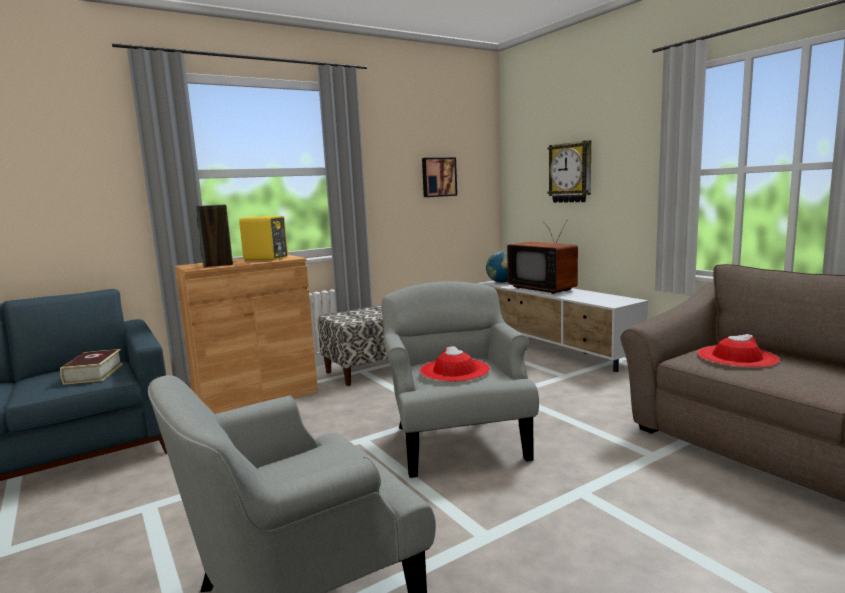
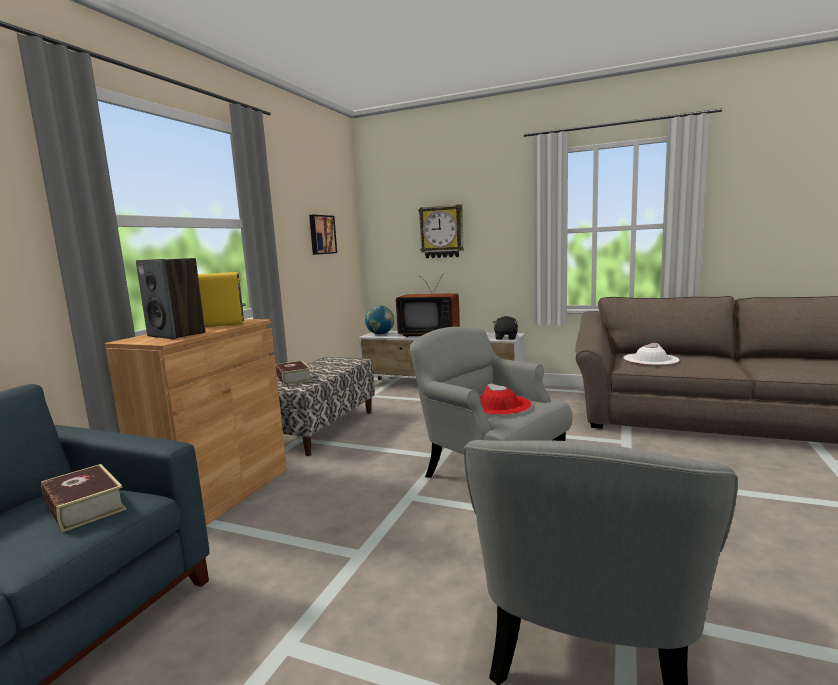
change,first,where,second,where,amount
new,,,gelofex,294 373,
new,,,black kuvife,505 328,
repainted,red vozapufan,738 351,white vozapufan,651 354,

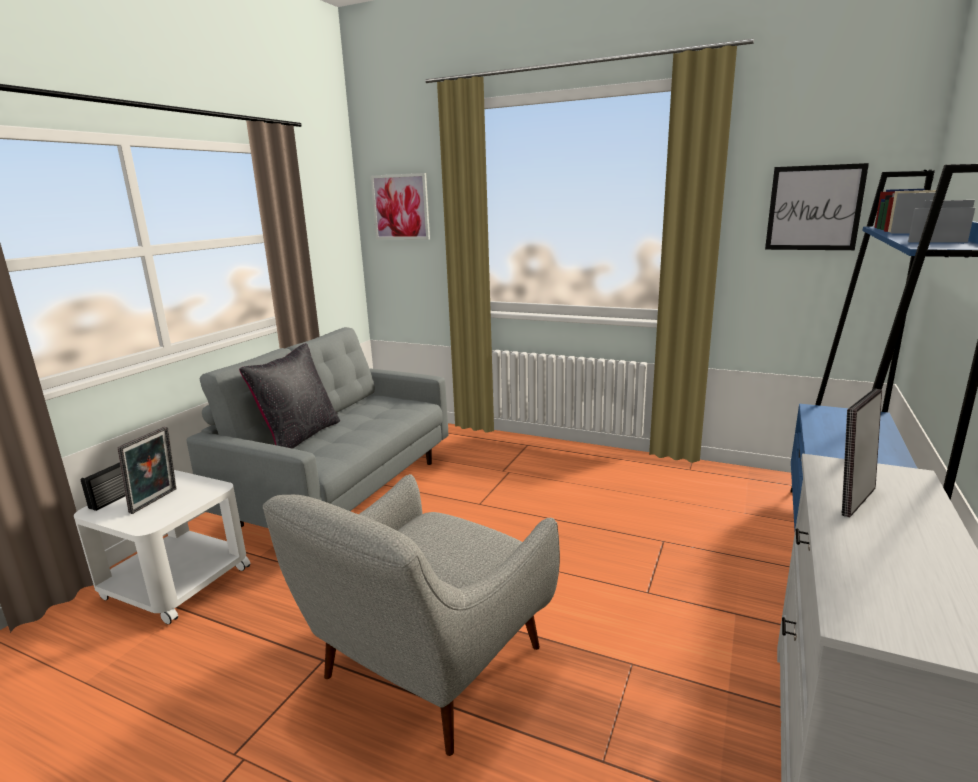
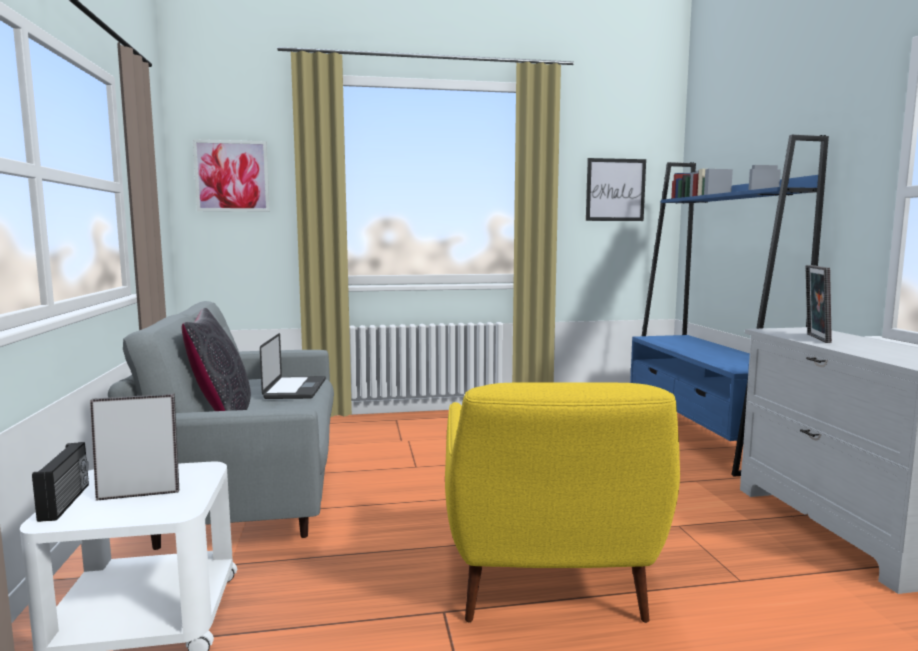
change,first,where,second,where,amount
rotated,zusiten,146 470,,134 447,90 degrees counterclockwise
new,,,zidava,293 366,
repainted,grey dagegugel,411 615,yellow dagegugel,562 502,

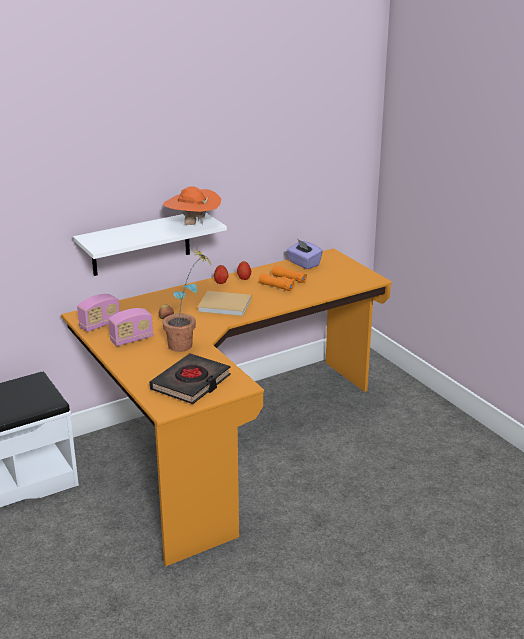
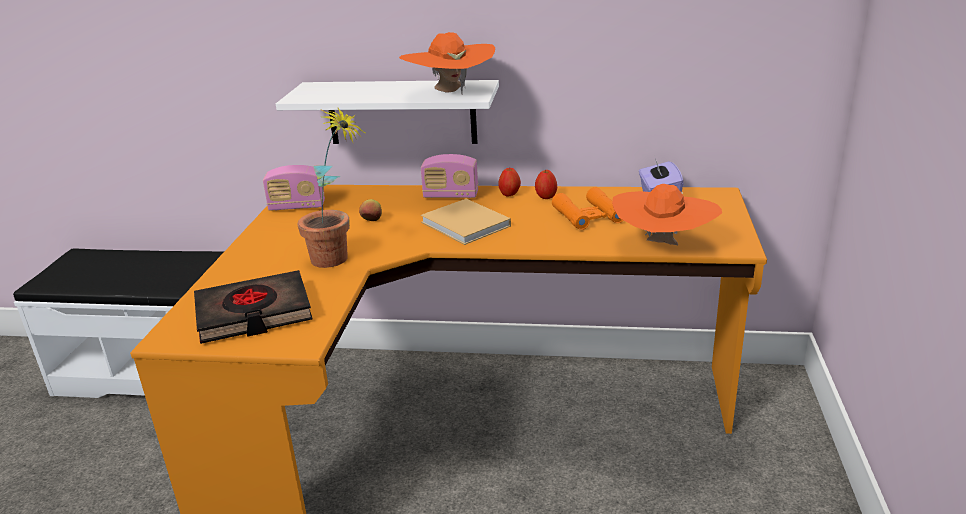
change,first,where,second,where,amount
shifted,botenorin,131 327,,449 176,
new,,,orange vozapufan,667 214,

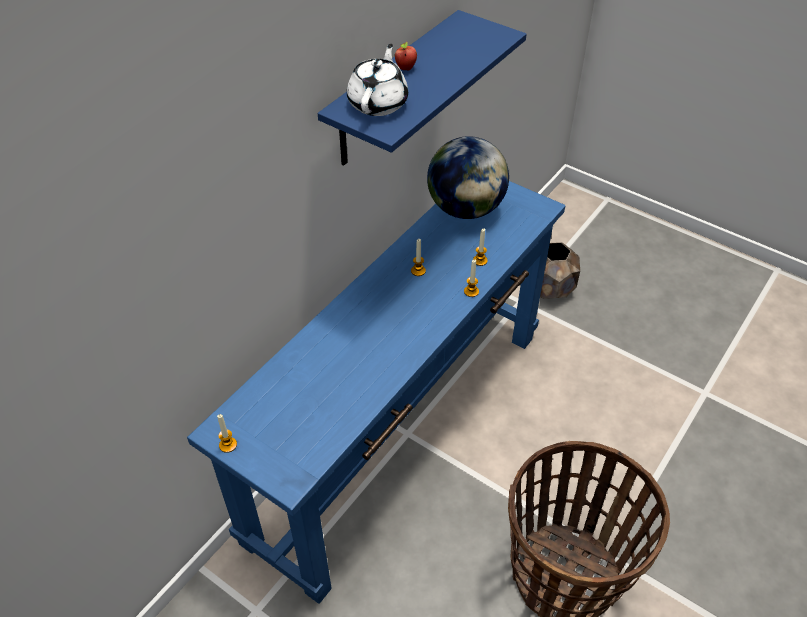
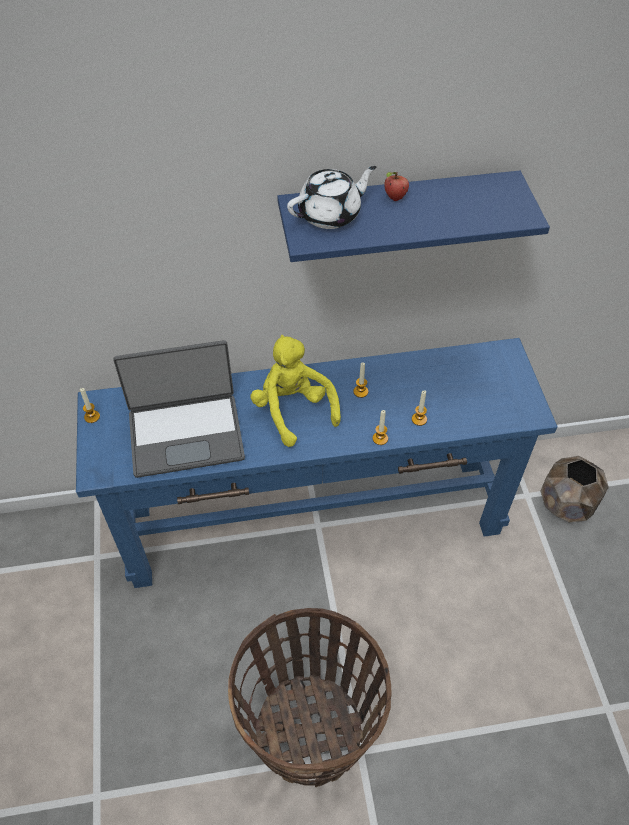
change,first,where,second,where,amount
new,,,zidava,179 409,
new,,,yellow kuvife,295 391,
gone,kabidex,468 177,,,

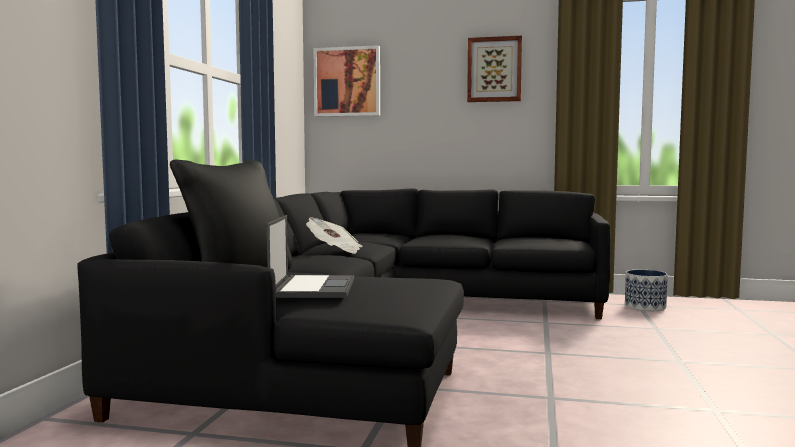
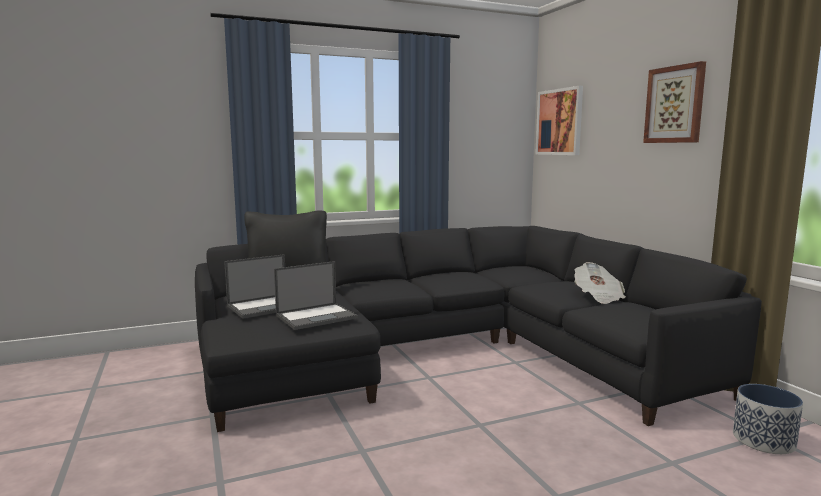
change,first,where,second,where,amount
new,,,zidava,316 295,
shifted,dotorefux,334 235,,600 283,

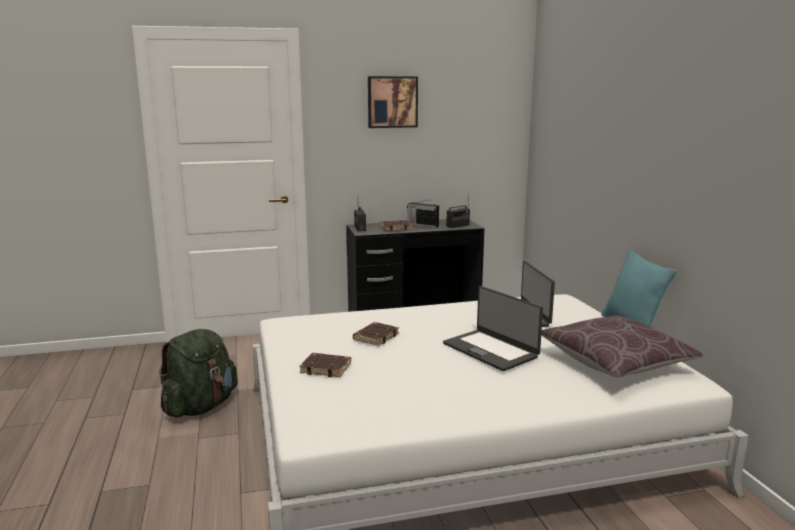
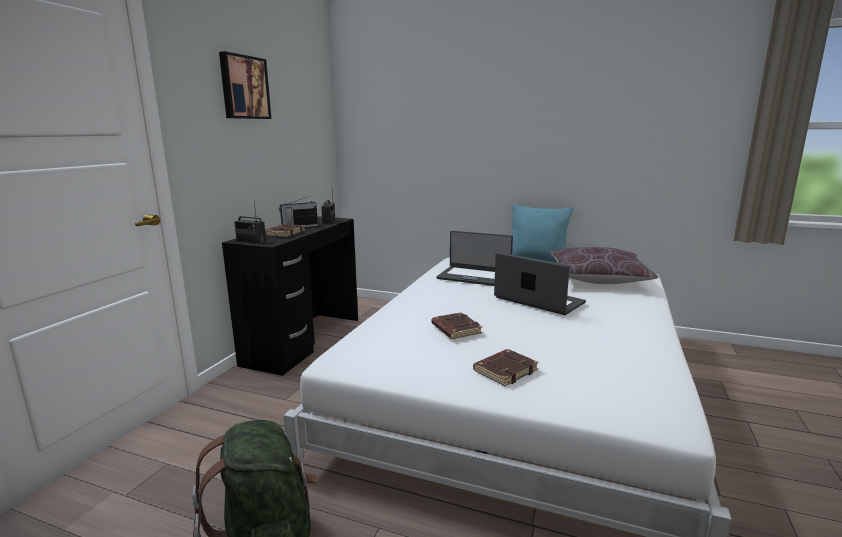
change,first,where,second,where,amount
rotated,zidava,493 328,,540 283,135 degrees counterclockwise

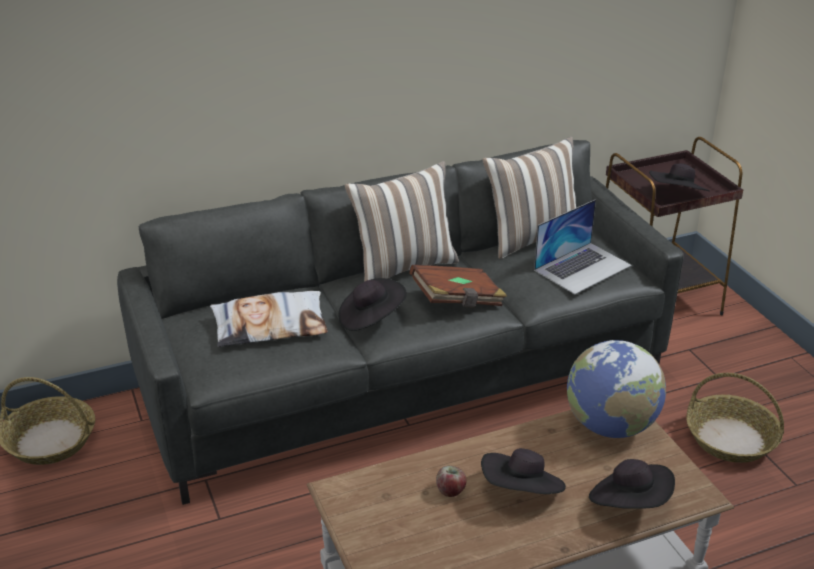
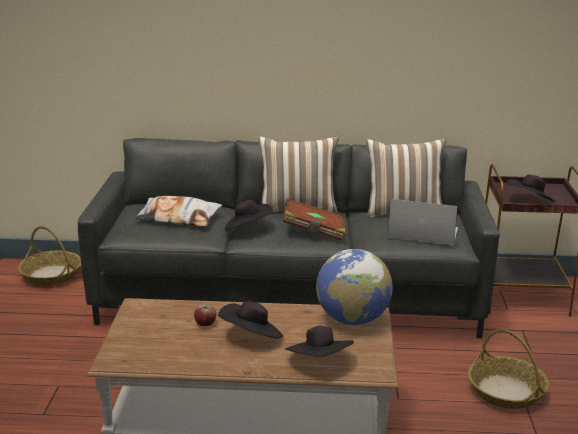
change,first,where,second,where,amount
rotated,zidava,583 246,,423 222,150 degrees counterclockwise

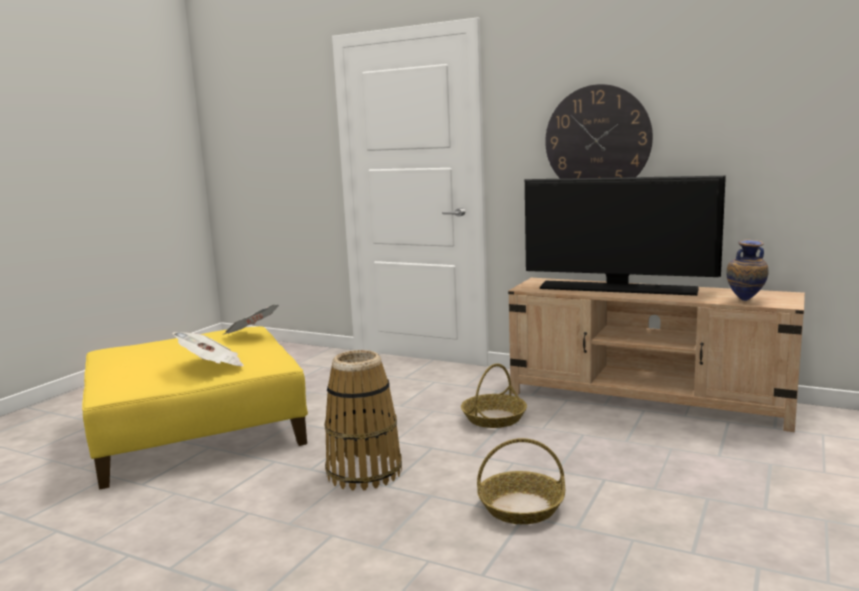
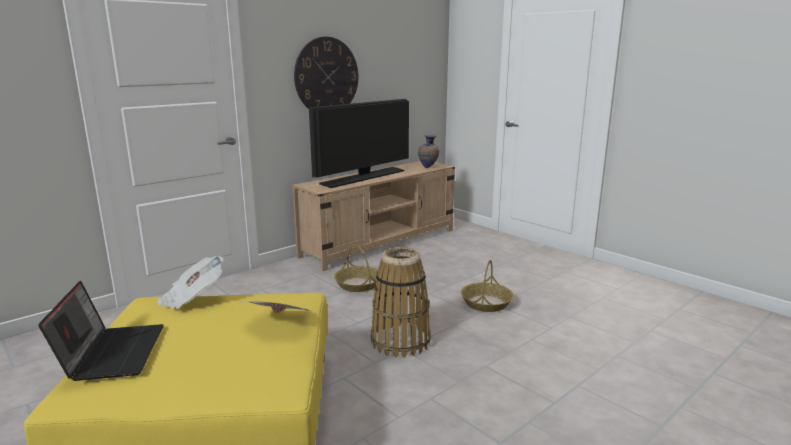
change,first,where,second,where,amount
new,,,zidava,101 331,

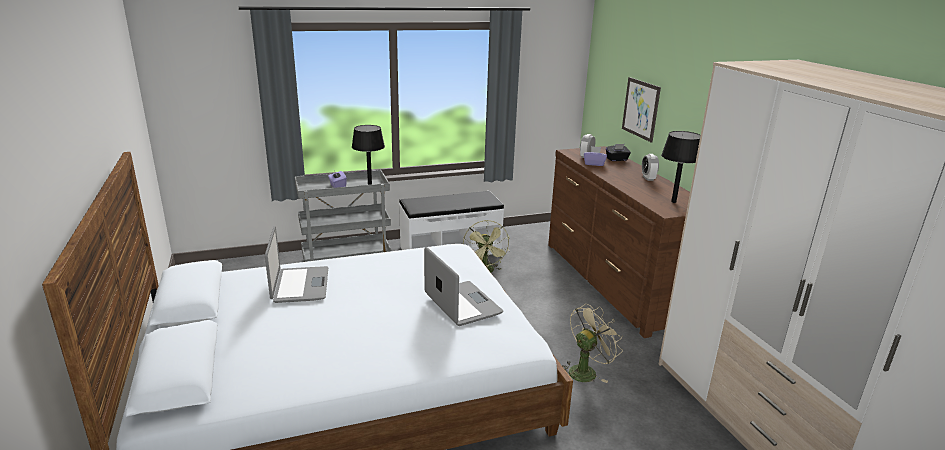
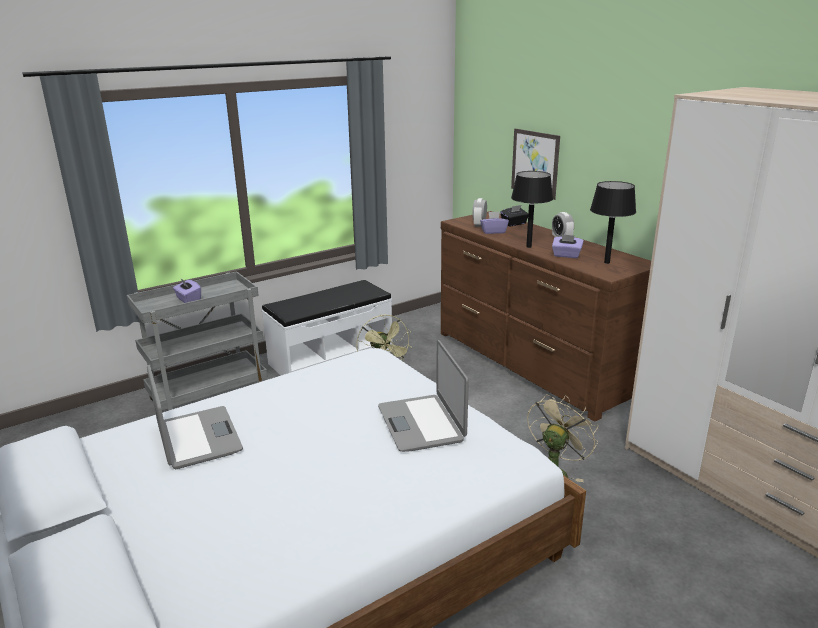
change,first,where,second,where,amount
rotated,zidava,463 286,,423 396,150 degrees counterclockwise
shifted,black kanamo,368 155,,532 209,
new,,,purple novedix,568 246,

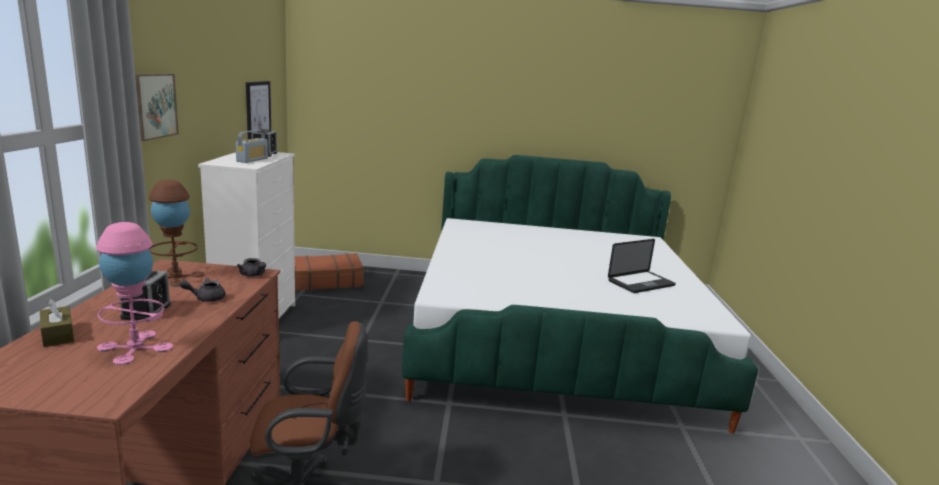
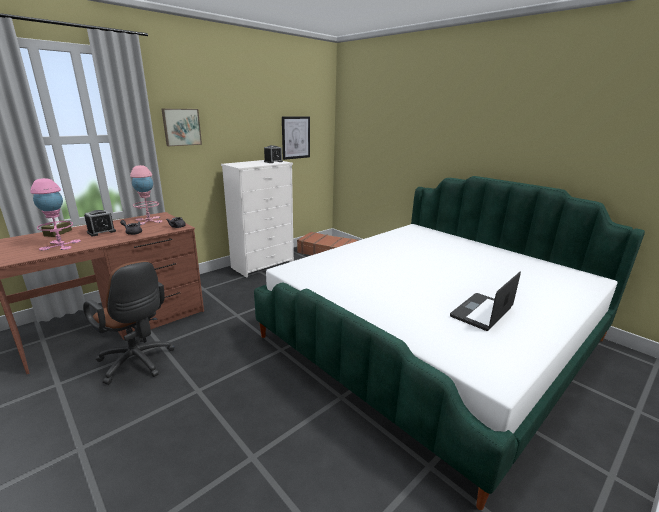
change,first,where,second,where,amount
repainted,brown kanamo,177 233,pink kanamo,146 195,
rotated,zidava,642 266,,485 301,120 degrees clockwise
gone,botenorin,251 146,,,

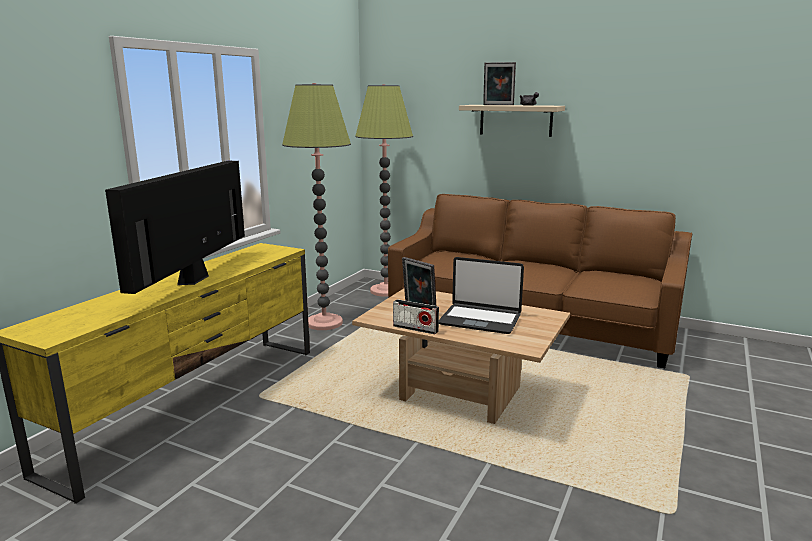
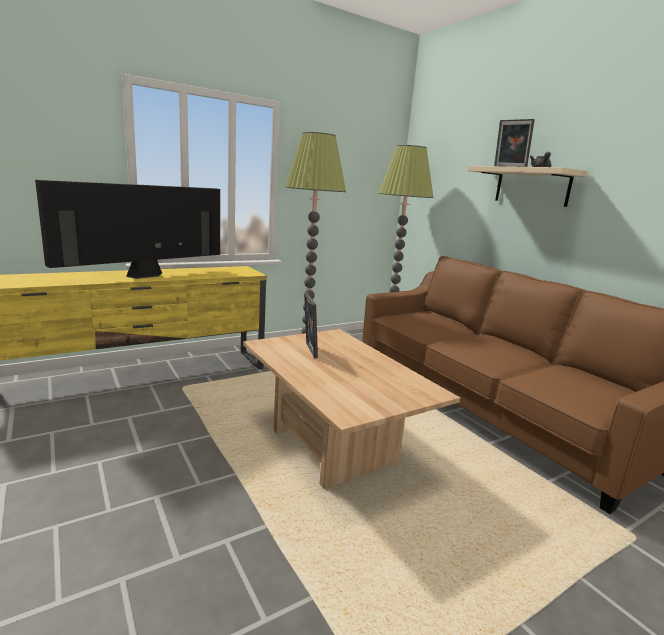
change,first,where,second,where,amount
gone,botenorin,416 316,,,
gone,zidava,481 295,,,

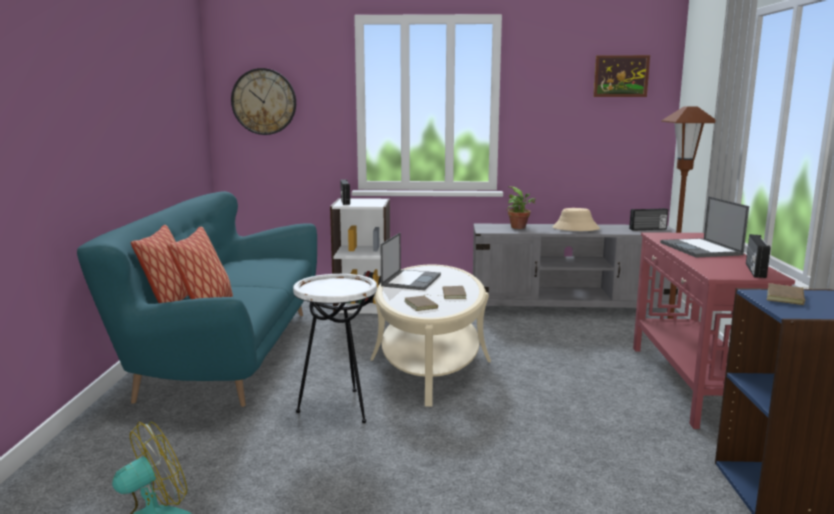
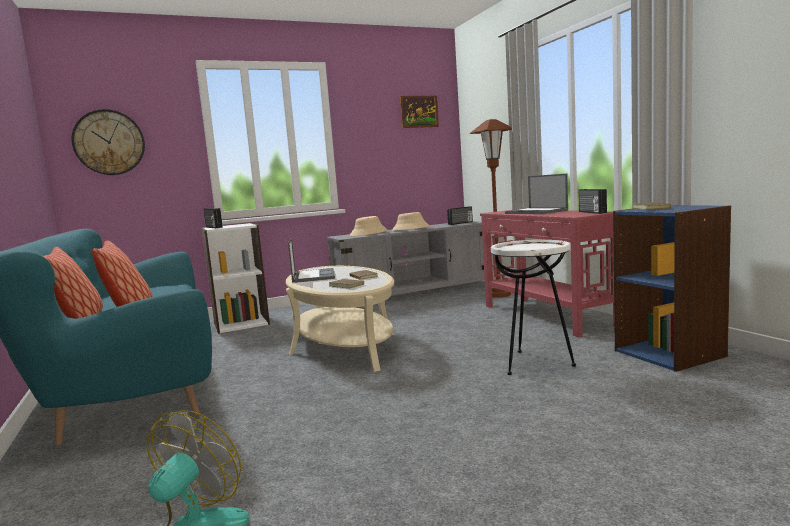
change,first,where,second,where,amount
swapped,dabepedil,521 207,beige vozapufan,368 226,
shifted,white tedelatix,335 348,,533 307,

